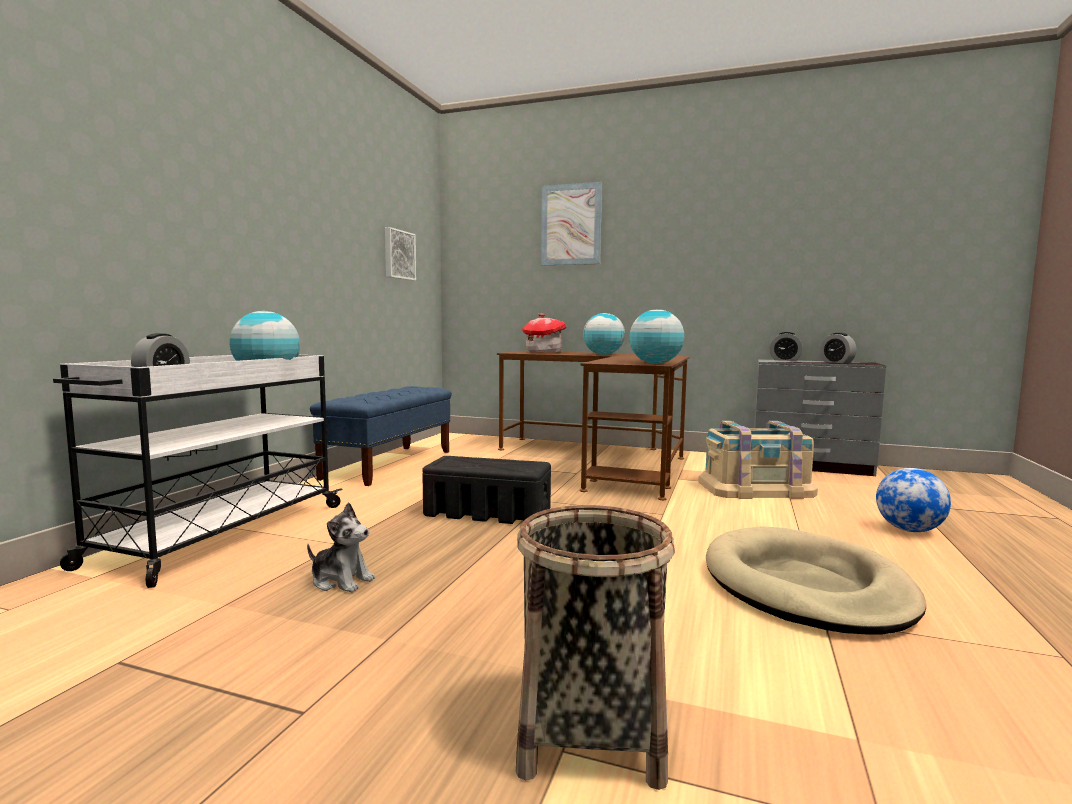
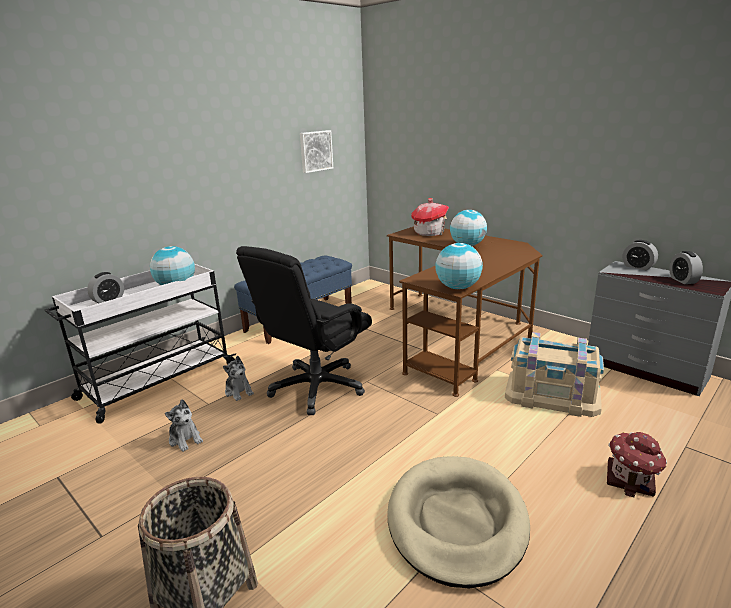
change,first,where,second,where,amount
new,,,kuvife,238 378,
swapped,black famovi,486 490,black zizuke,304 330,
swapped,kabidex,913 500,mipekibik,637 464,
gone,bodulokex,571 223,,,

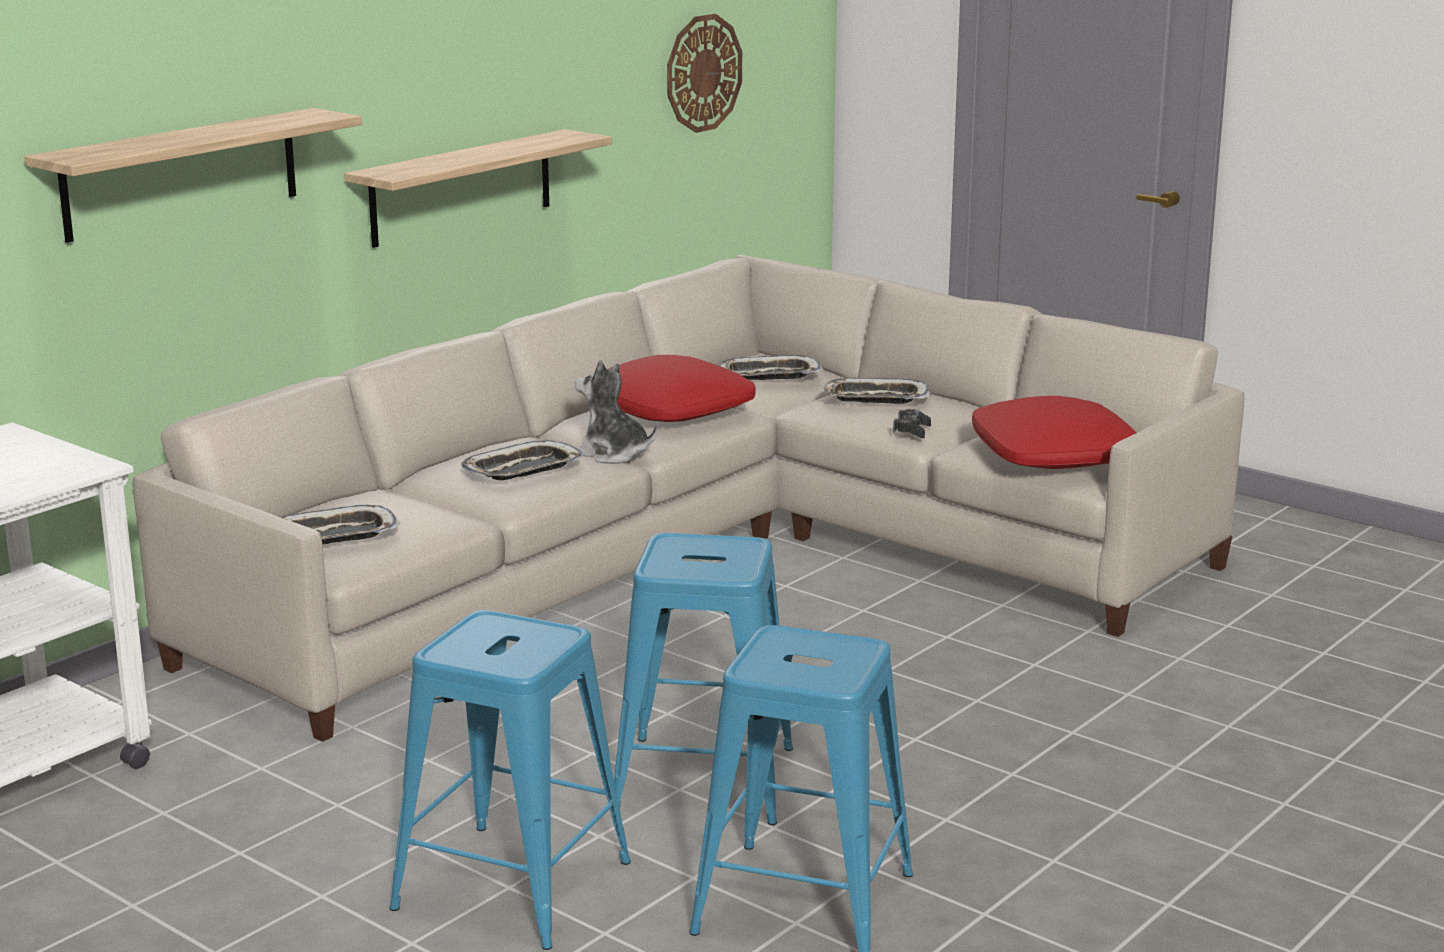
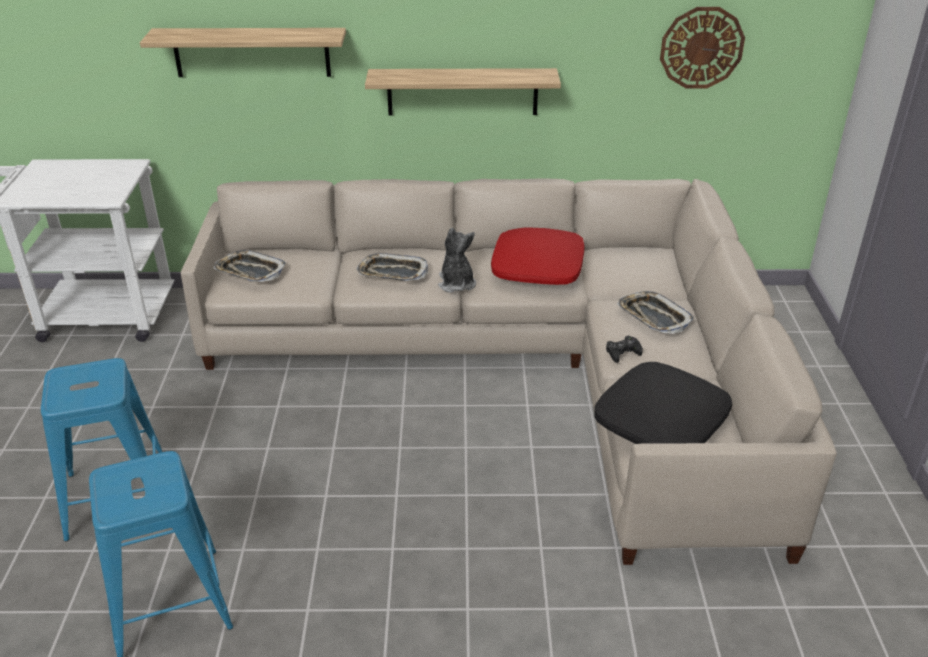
change,first,where,second,where,amount
repainted,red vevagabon,1054 432,black vevagabon,663 403,
gone,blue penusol,701 679,,,
gone,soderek,771 367,,,

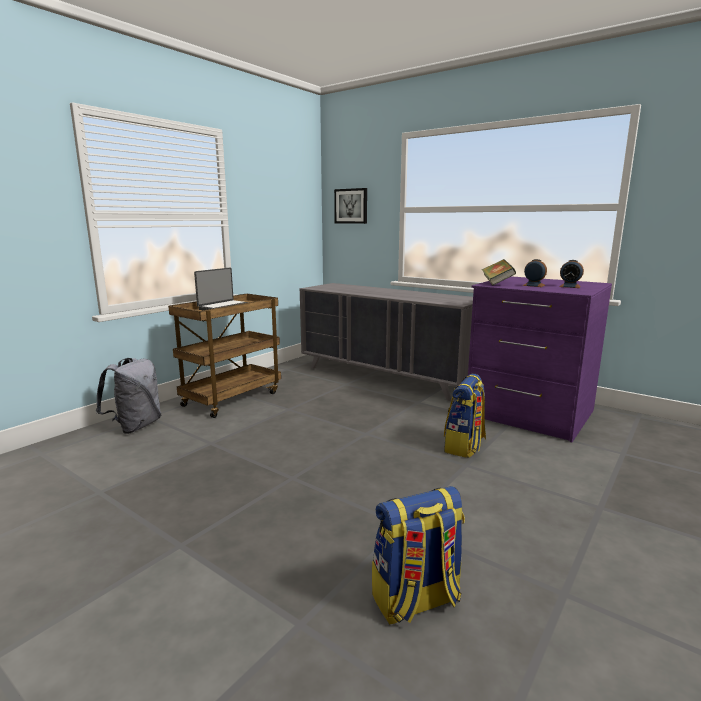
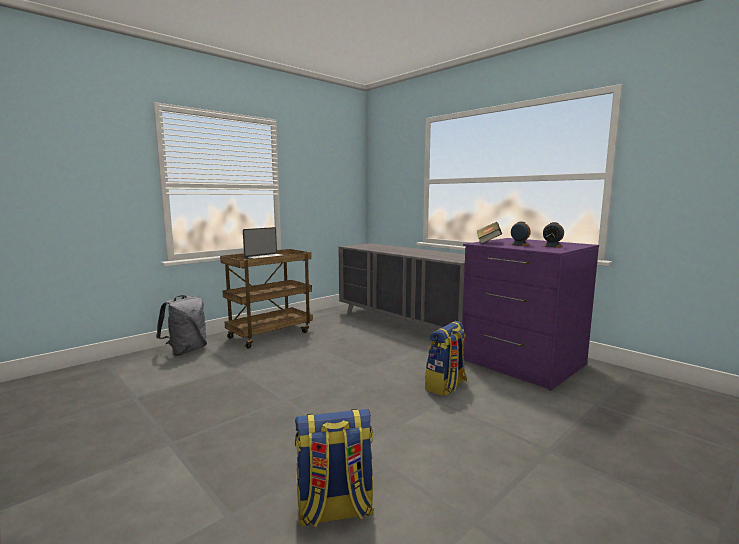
change,first,where,second,where,amount
gone,bodulokex,350 206,,,

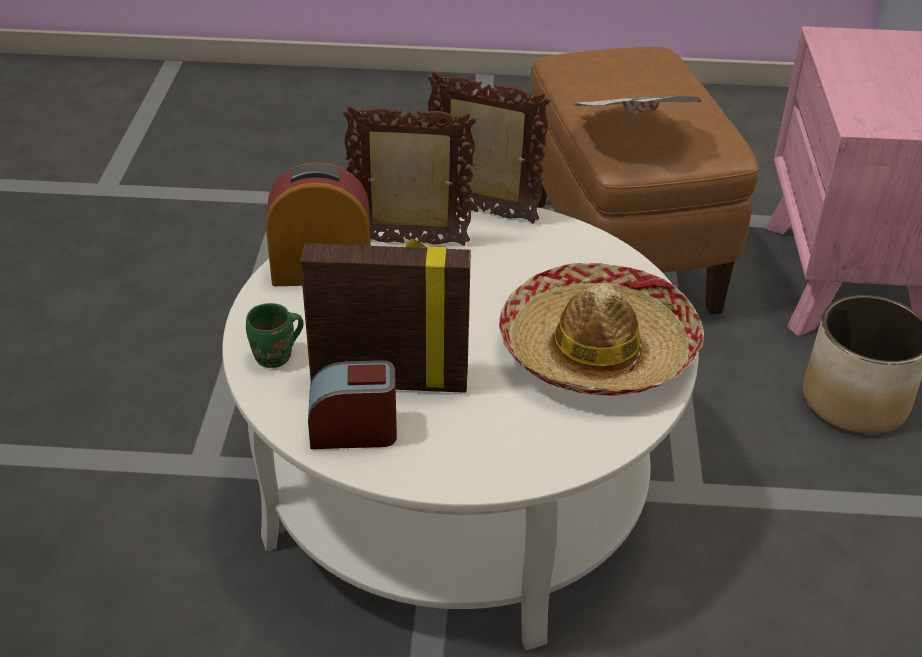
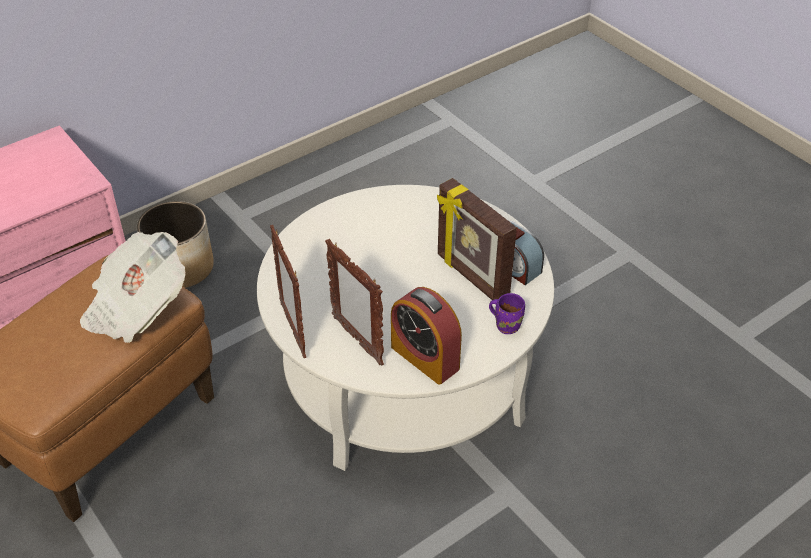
change,first,where,second,where,amount
repainted,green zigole,275 335,purple zigole,507 313,
gone,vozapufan,601 329,,,

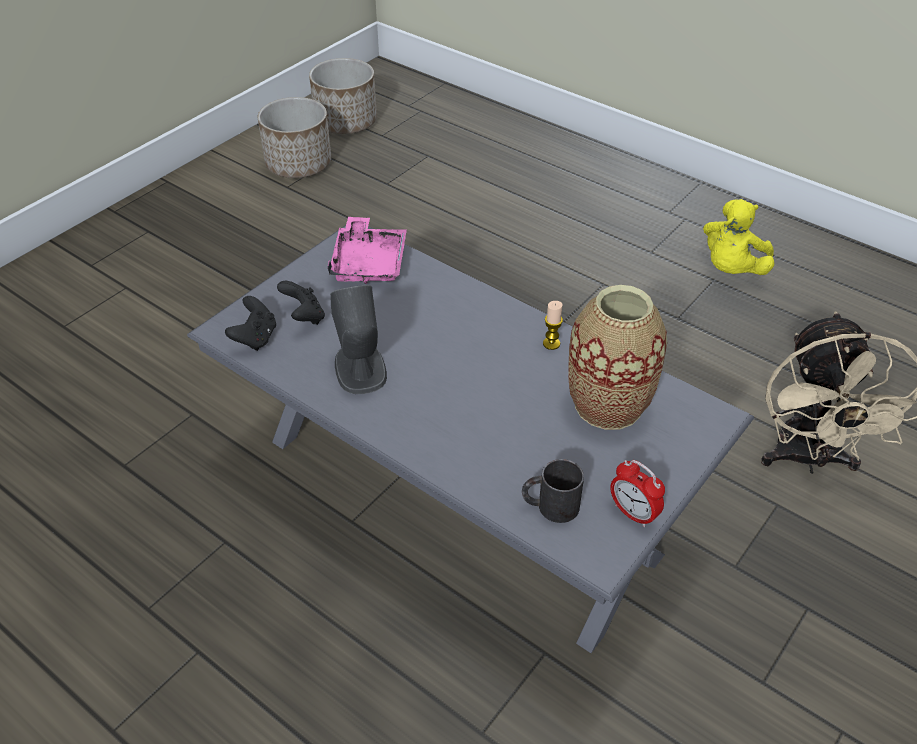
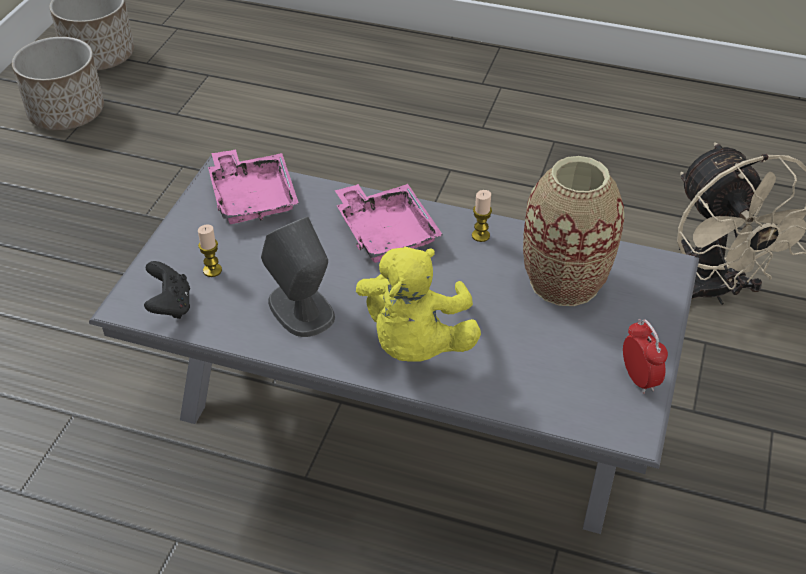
change,first,where,second,where,amount
swapped,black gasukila,301 303,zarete,210 251,
new,,,pink soderek,389 223,
shifted,yellow kuvife,738 237,,418 304,
rotated,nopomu,637 493,,645 356,135 degrees counterclockwise
gone,black zigole,553 491,,,

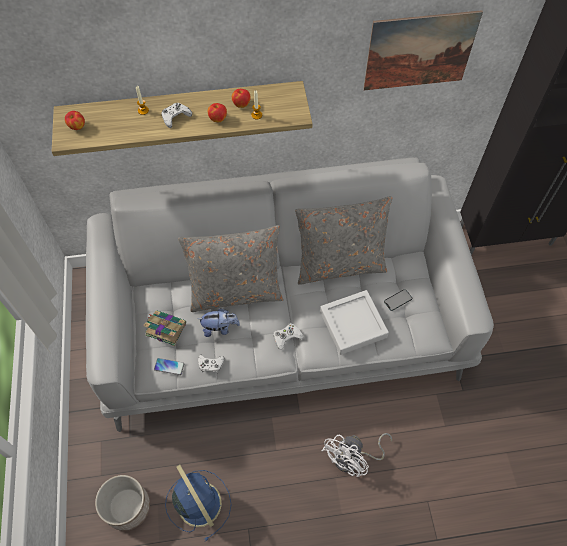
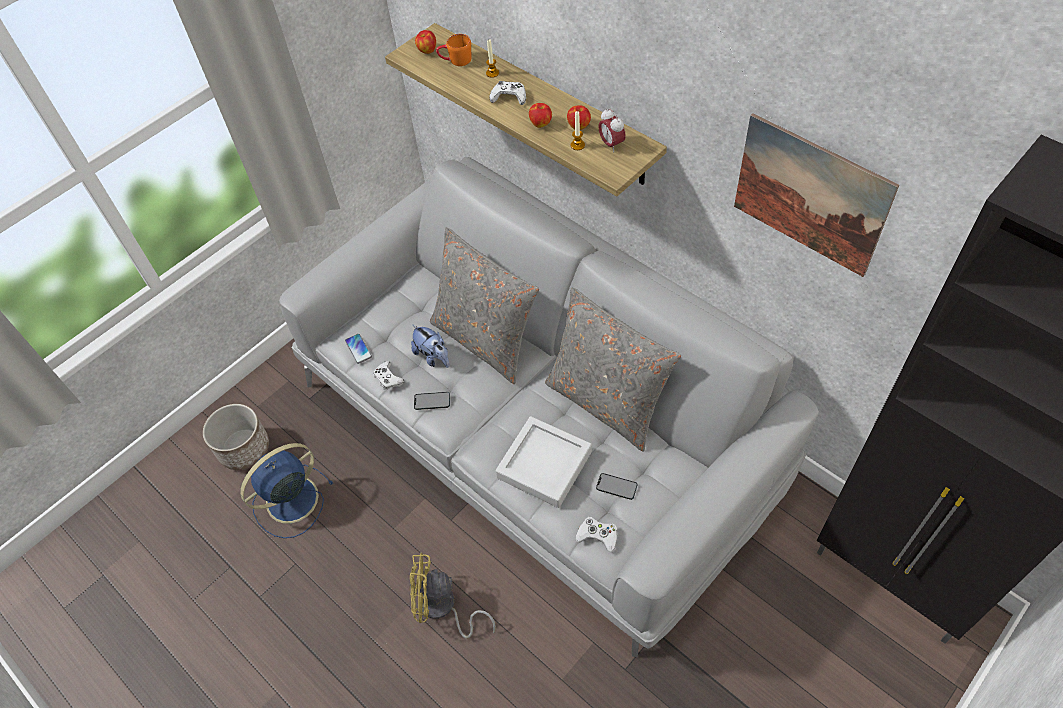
change,first,where,second,where,amount
rotated,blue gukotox,198 503,,287 490,150 degrees counterclockwise
repainted,white gukotox,357 455,yellow gukotox,453 595,
new,,,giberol,432 401,
new,,,orange zigole,453 50,
shifted,white gasukila,288 336,,596 535,
new,,,nopomu,612 130,
gone,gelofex,164 328,,,

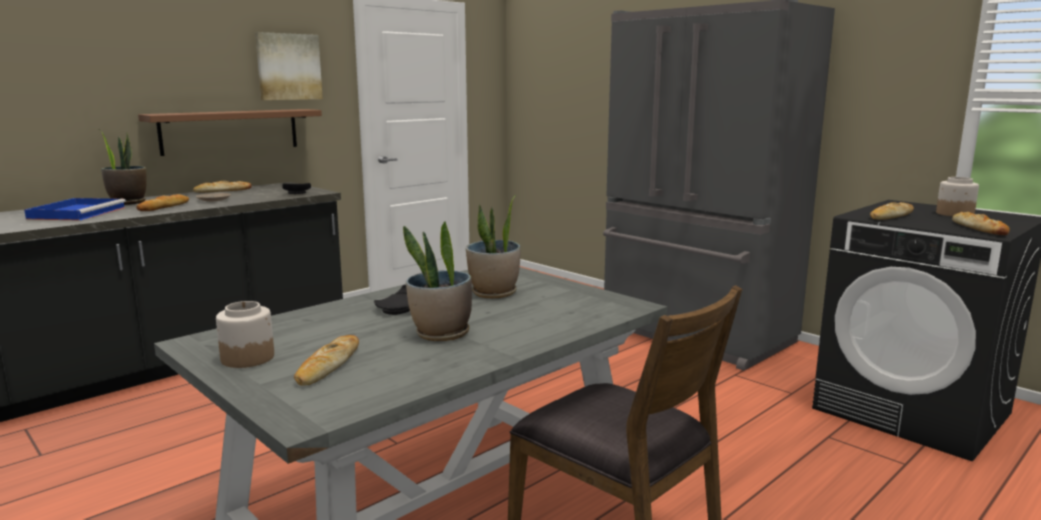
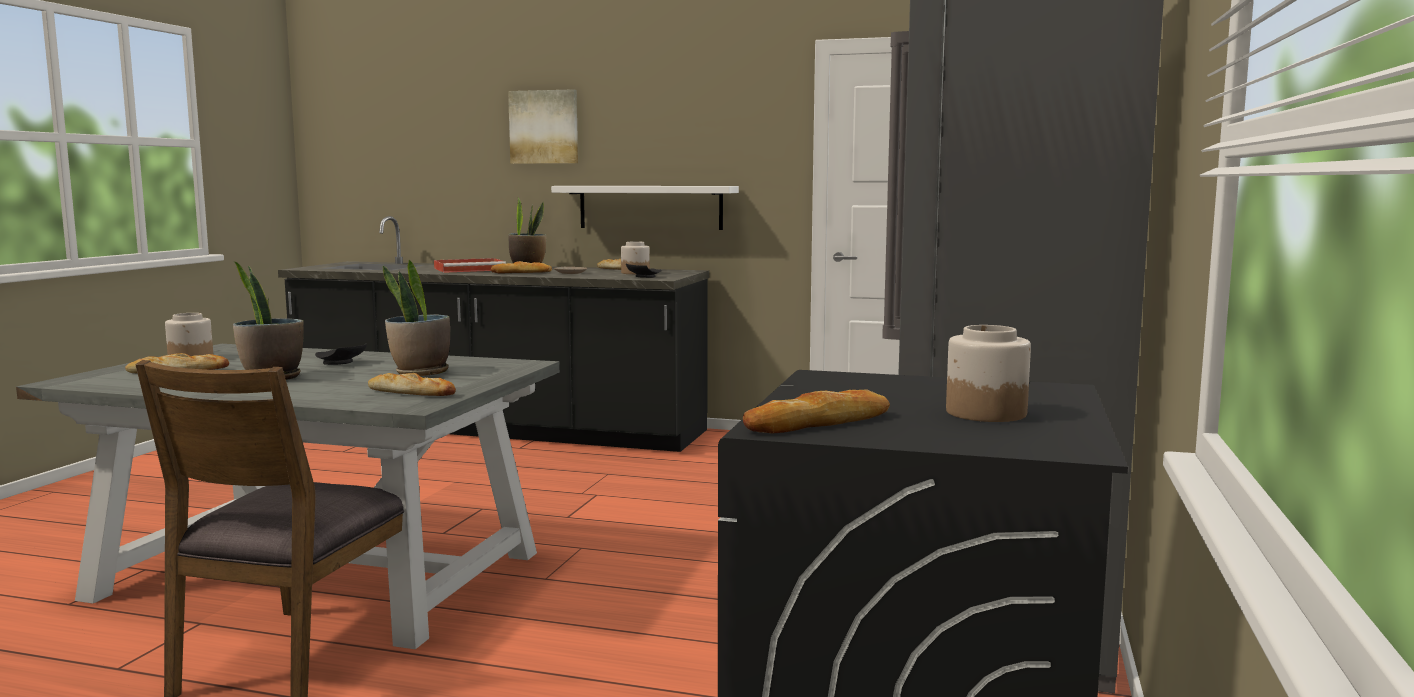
change,first,where,second,where,amount
shifted,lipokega,892 211,,412 384,
repainted,blue soderek,75 209,red soderek,470 265,
shifted,bodulokex,289 66,,543 126,
repainted,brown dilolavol,230 132,white dilolavol,645 208,
new,,,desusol,635 257,

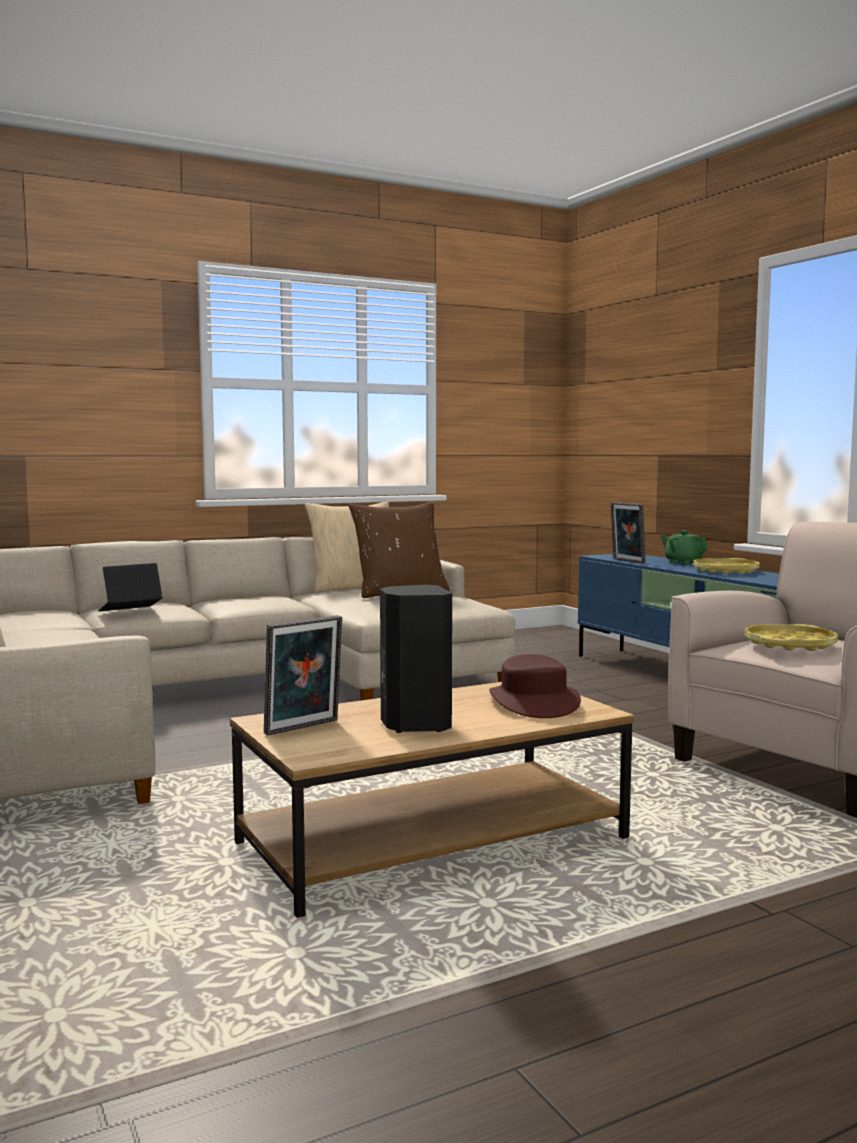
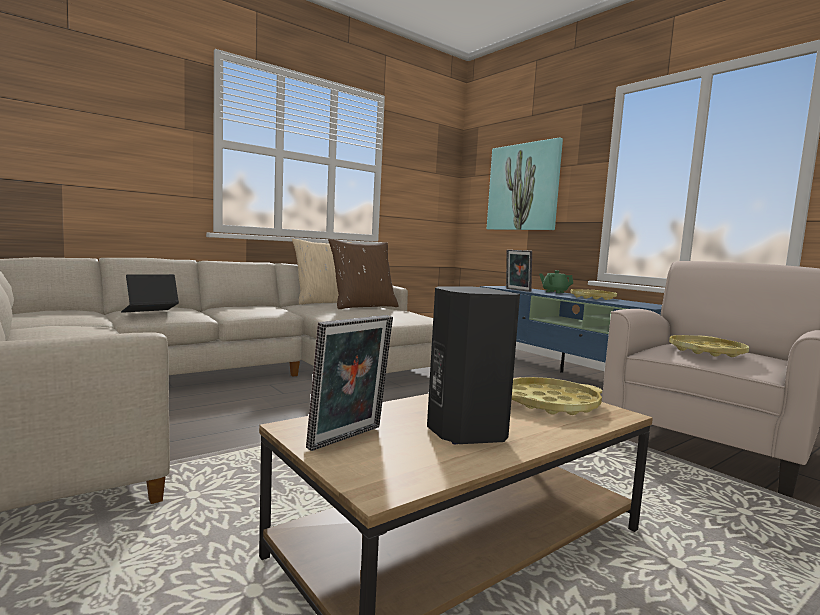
change,first,where,second,where,amount
new,,,bodulokex,525 183,
swapped,brown vozapufan,535 686,yellow soderek,557 396,

